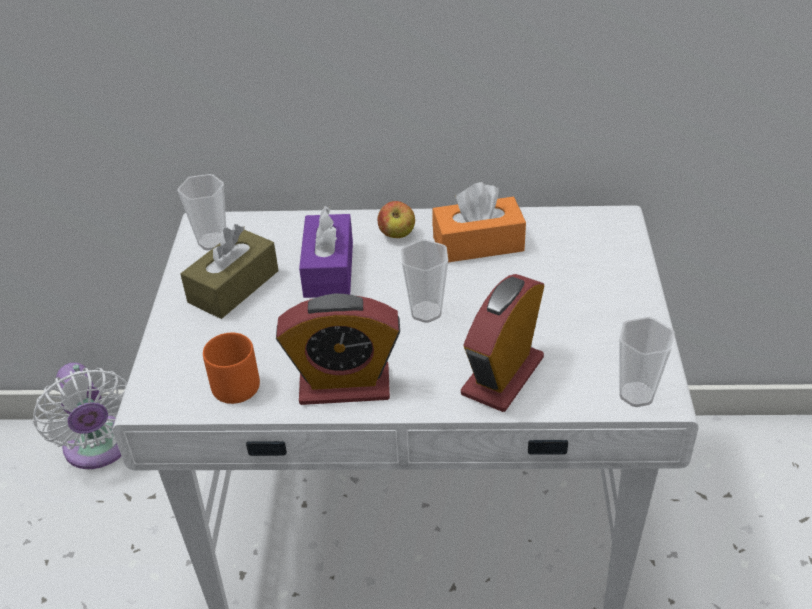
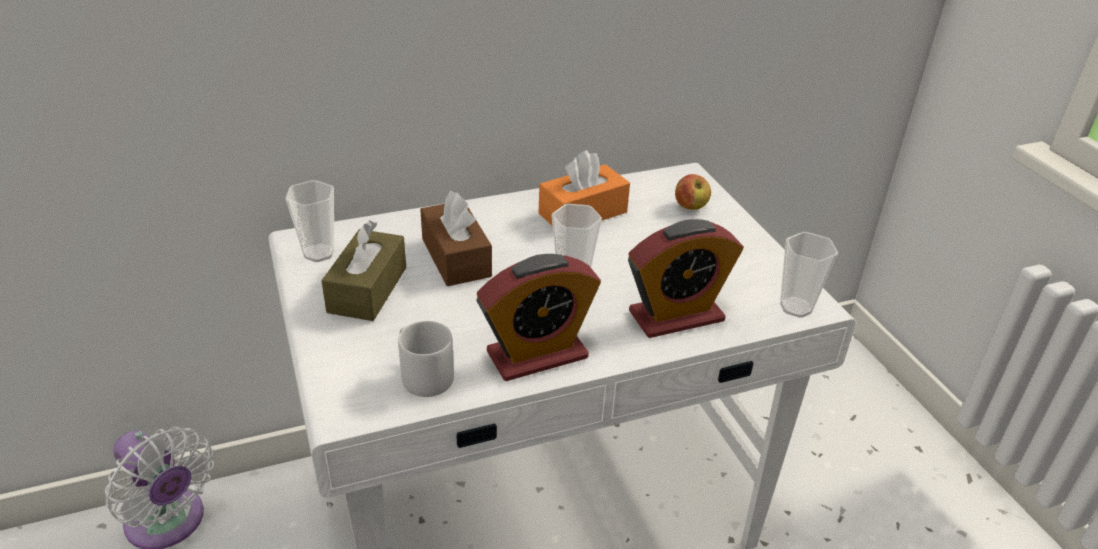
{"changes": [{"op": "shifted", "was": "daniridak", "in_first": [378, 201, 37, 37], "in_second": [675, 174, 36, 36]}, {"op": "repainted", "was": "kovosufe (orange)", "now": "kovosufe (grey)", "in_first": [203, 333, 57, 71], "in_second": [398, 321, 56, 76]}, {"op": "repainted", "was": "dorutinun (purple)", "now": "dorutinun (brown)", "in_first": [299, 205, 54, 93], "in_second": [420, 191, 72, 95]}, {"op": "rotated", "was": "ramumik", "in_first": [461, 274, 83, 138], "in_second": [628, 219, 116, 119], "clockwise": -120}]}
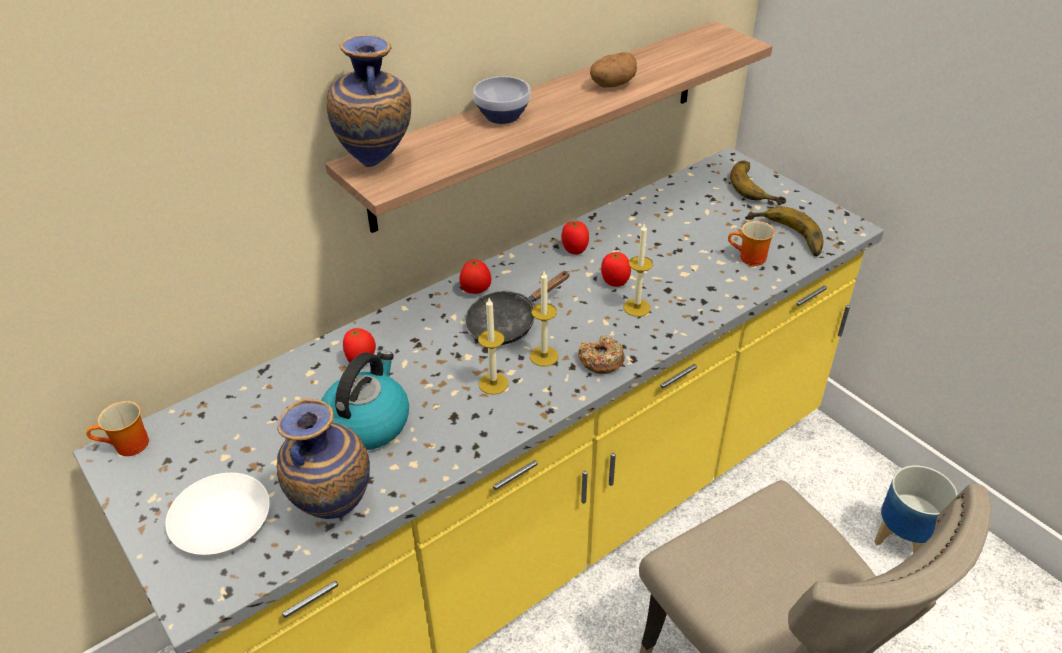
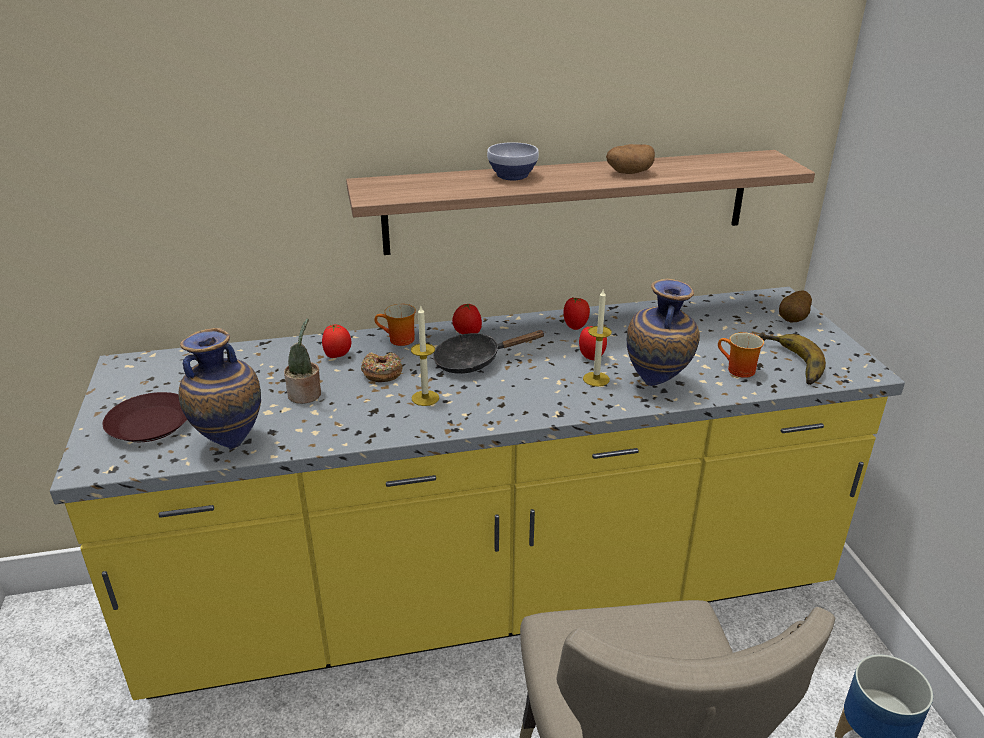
{"changes": [{"op": "gone", "was": "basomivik", "in_first": [530, 271, 29, 95]}, {"op": "shifted", "was": "kovosufe", "in_first": [86, 401, 63, 55], "in_second": [374, 304, 42, 42]}, {"op": "shifted", "was": "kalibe", "in_first": [327, 35, 84, 132], "in_second": [627, 279, 73, 107]}, {"op": "shifted", "was": "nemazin", "in_first": [578, 335, 47, 39], "in_second": [361, 352, 42, 30]}, {"op": "swapped", "was": "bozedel", "now": "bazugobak", "in_first": [321, 351, 88, 99], "in_second": [284, 318, 37, 86]}, {"op": "swapped", "was": "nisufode", "now": "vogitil", "in_first": [730, 160, 56, 45], "in_second": [779, 290, 33, 33]}, {"op": "repainted", "was": "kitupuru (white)", "now": "kitupuru (brown)", "in_first": [165, 473, 105, 82], "in_second": [103, 392, 84, 50]}]}
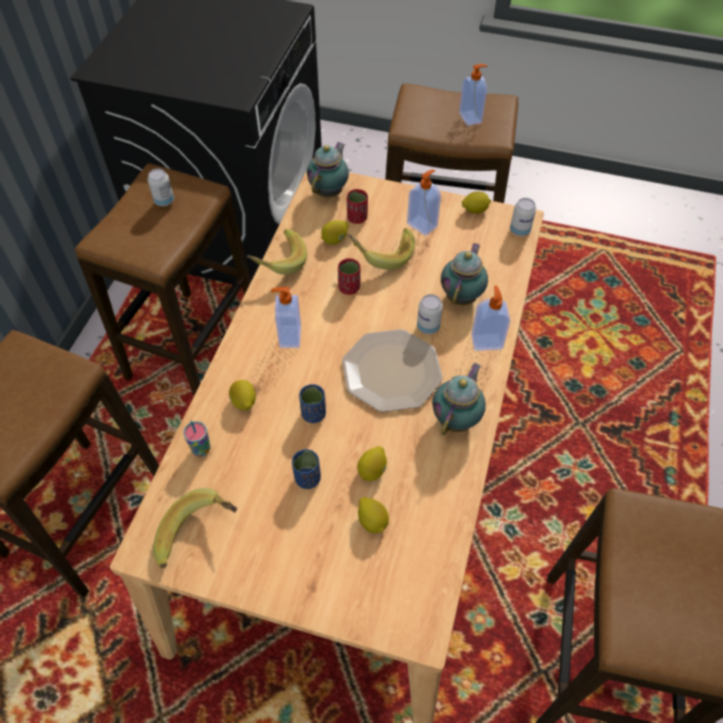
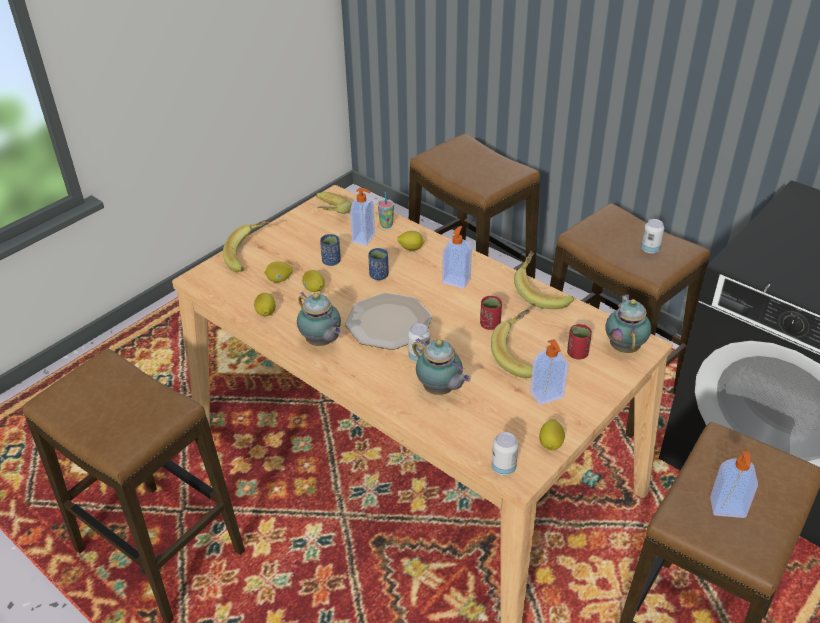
{"changes": [{"op": "new", "now": "nisufode", "in_second": [223, 220, 46, 52]}, {"op": "shifted", "was": "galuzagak", "in_first": [321, 220, 27, 25], "in_second": [254, 293, 22, 23]}, {"op": "shifted", "was": "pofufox", "in_first": [471, 286, 39, 65], "in_second": [350, 188, 25, 58]}, {"op": "rotated", "was": "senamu", "in_first": [307, 142, 42, 56], "in_second": [606, 294, 45, 59], "clockwise": -135}]}
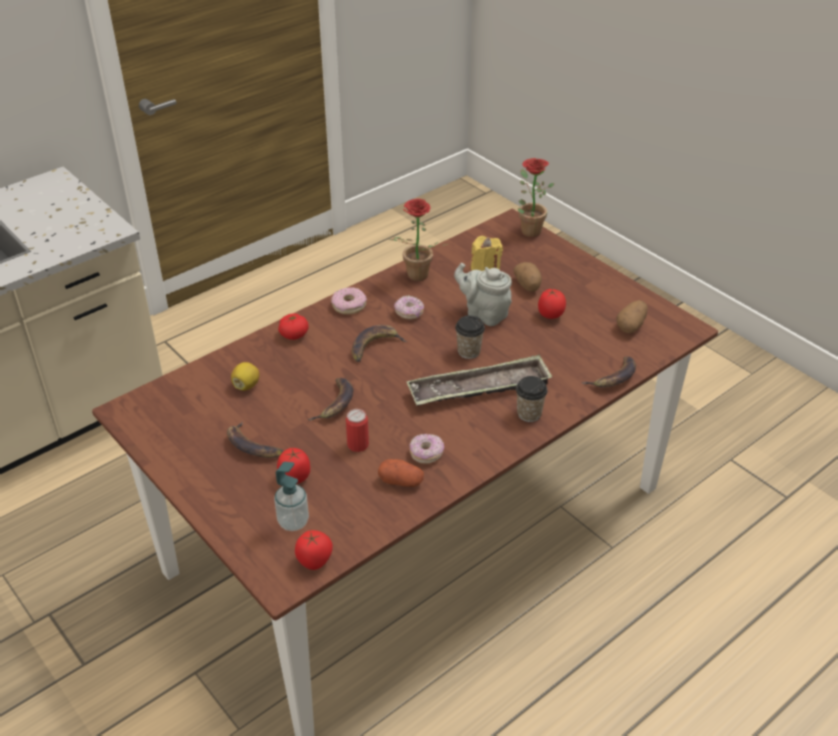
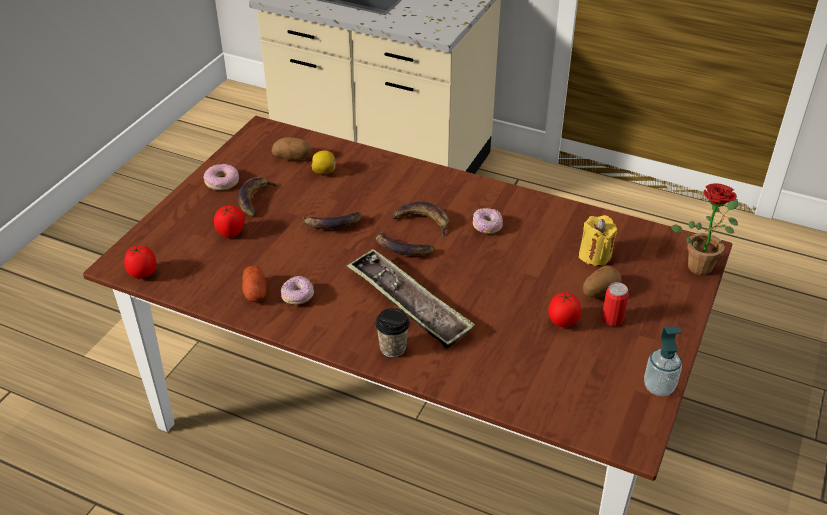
{"changes": [{"op": "gone", "was": "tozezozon", "in_first": [278, 313, 31, 27]}, {"op": "gone", "was": "bazugobak", "in_first": [389, 199, 58, 82]}, {"op": "gone", "was": "senamu (grey)", "in_first": [454, 263, 58, 63]}, {"op": "gone", "was": "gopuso", "in_first": [455, 315, 30, 44]}, {"op": "shifted", "was": "pofufox", "in_first": [274, 462, 35, 69], "in_second": [644, 326, 38, 70]}, {"op": "shifted", "was": "nemazin", "in_first": [331, 287, 36, 27], "in_second": [204, 164, 35, 26]}, {"op": "shifted", "was": "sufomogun", "in_first": [346, 409, 23, 43], "in_second": [602, 282, 27, 44]}, {"op": "shifted", "was": "nisufode", "in_first": [582, 357, 54, 31], "in_second": [376, 231, 58, 25]}, {"op": "shifted", "was": "vogitil", "in_first": [616, 300, 32, 33], "in_second": [272, 137, 39, 24]}]}
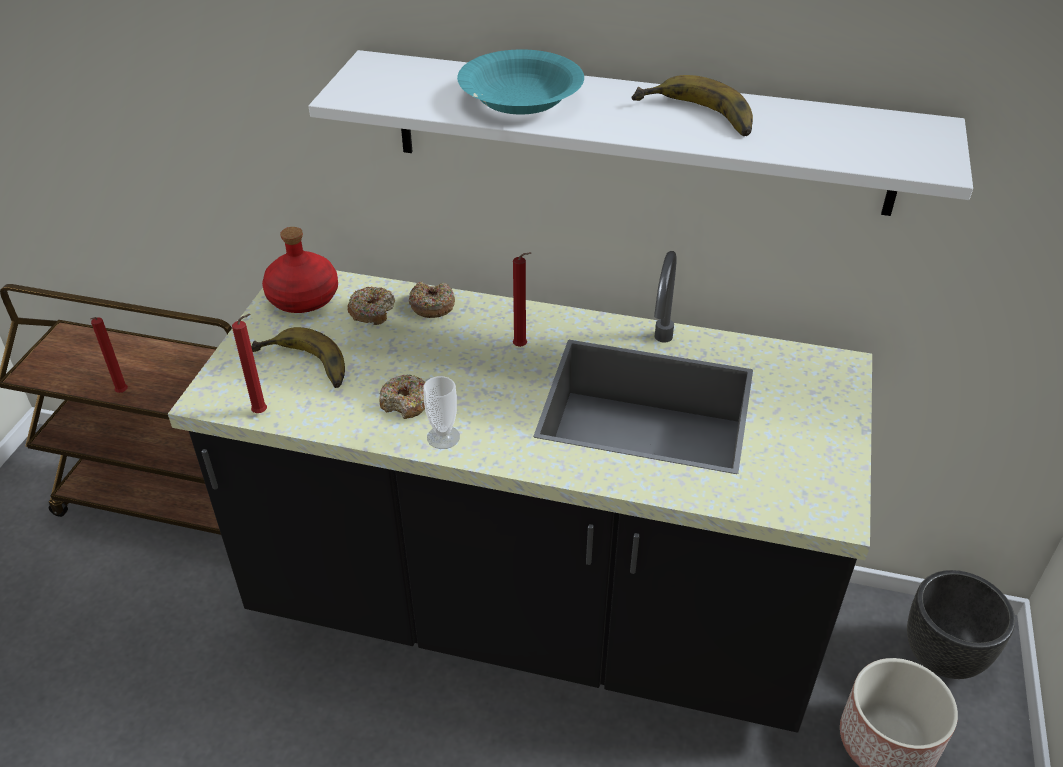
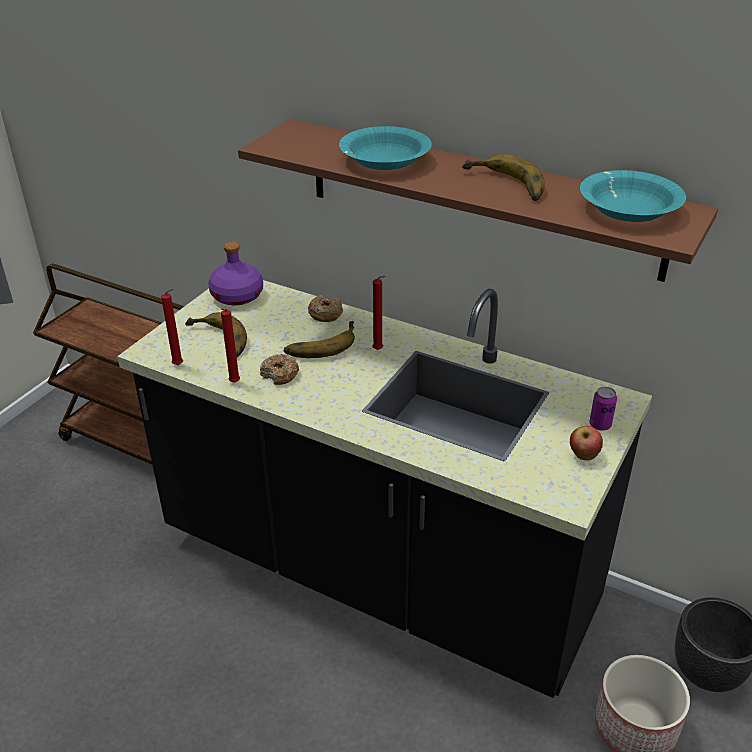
{"changes": [{"op": "gone", "was": "nemazin", "in_first": [347, 287, 48, 38]}, {"op": "gone", "was": "gopuso", "in_first": [423, 376, 37, 73]}, {"op": "new", "now": "nisufode", "in_second": [284, 321, 71, 37]}, {"op": "new", "now": "daniridak", "in_second": [570, 426, 33, 34]}, {"op": "new", "now": "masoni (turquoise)", "in_second": [580, 170, 106, 52]}, {"op": "new", "now": "sufomogun", "in_second": [589, 387, 28, 43]}, {"op": "shifted", "was": "basomivik (red)", "in_first": [90, 317, 38, 76], "in_second": [221, 309, 19, 74]}, {"op": "repainted", "was": "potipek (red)", "now": "potipek (purple)", "in_first": [262, 227, 76, 86], "in_second": [208, 242, 55, 63]}, {"op": "repainted", "was": "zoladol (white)", "now": "zoladol (brown)", "in_first": [309, 50, 664, 166], "in_second": [238, 119, 480, 163]}]}
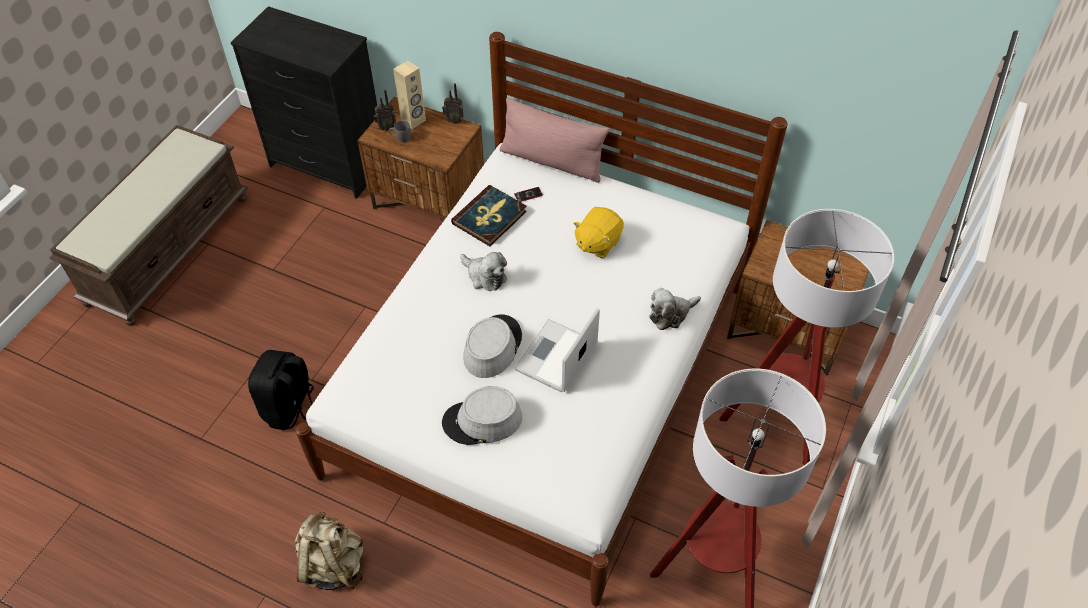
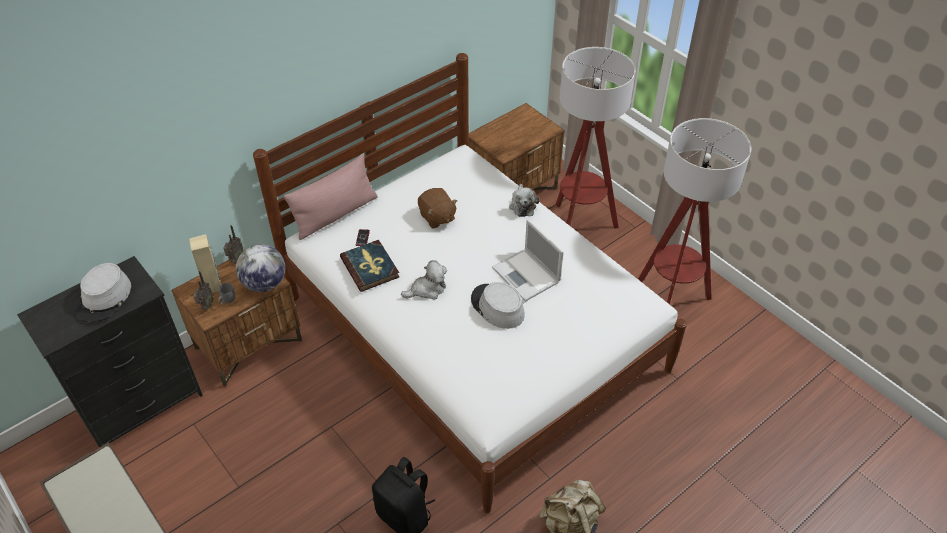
{"changes": [{"op": "new", "now": "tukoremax", "in_second": [236, 244, 49, 48]}, {"op": "shifted", "was": "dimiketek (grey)", "in_first": [442, 386, 80, 59], "in_second": [76, 263, 55, 59]}, {"op": "repainted", "was": "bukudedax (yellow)", "now": "bukudedax (brown)", "in_first": [574, 207, 50, 51], "in_second": [418, 188, 39, 40]}]}
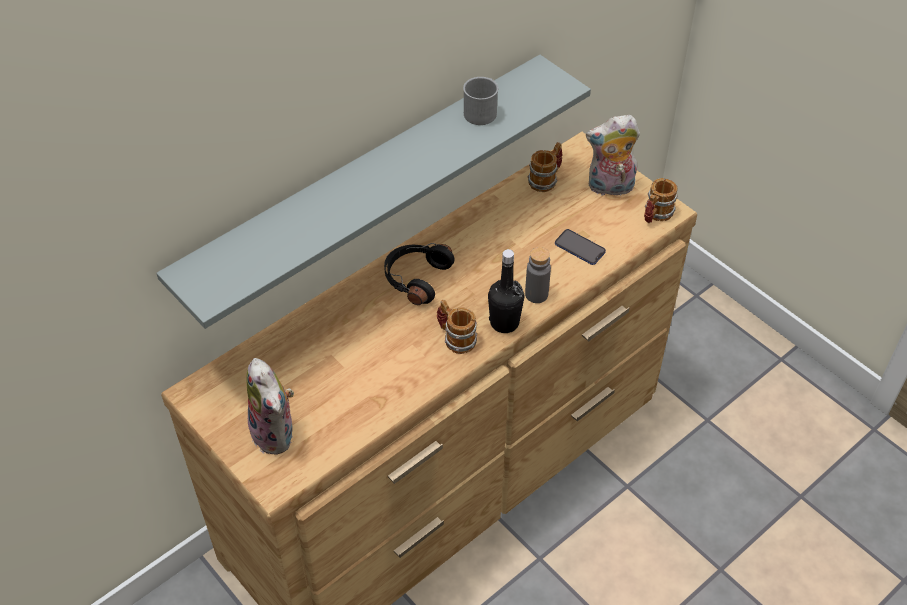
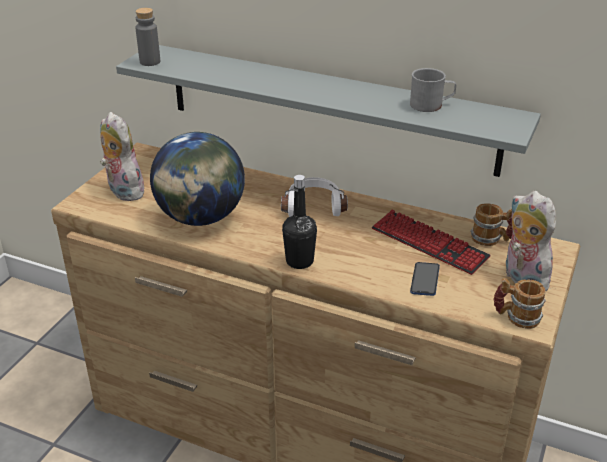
{"changes": [{"op": "gone", "was": "kovosufe", "in_first": [437, 300, 40, 54]}, {"op": "new", "now": "tukoremax", "in_second": [150, 132, 95, 94]}, {"op": "new", "now": "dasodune", "in_second": [372, 210, 119, 65]}, {"op": "shifted", "was": "potipek (grey)", "in_first": [525, 247, 26, 56], "in_second": [135, 8, 25, 58]}, {"op": "repainted", "was": "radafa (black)", "now": "radafa (white)", "in_first": [384, 243, 70, 62], "in_second": [281, 177, 67, 40]}, {"op": "rotated", "was": "bukudedax", "in_first": [246, 358, 48, 97], "in_second": [100, 112, 44, 89], "clockwise": 105}]}
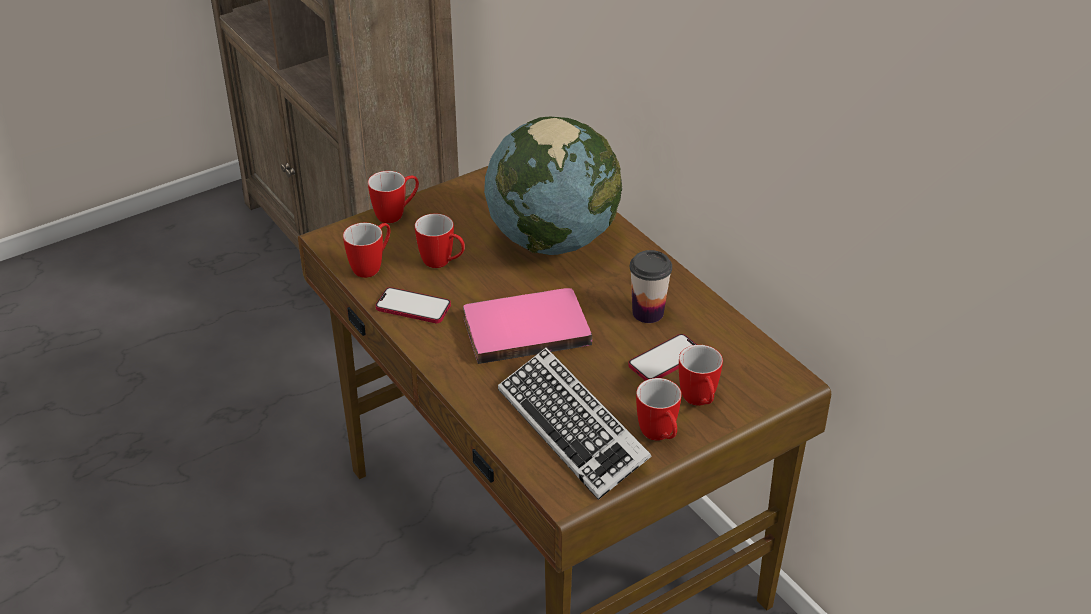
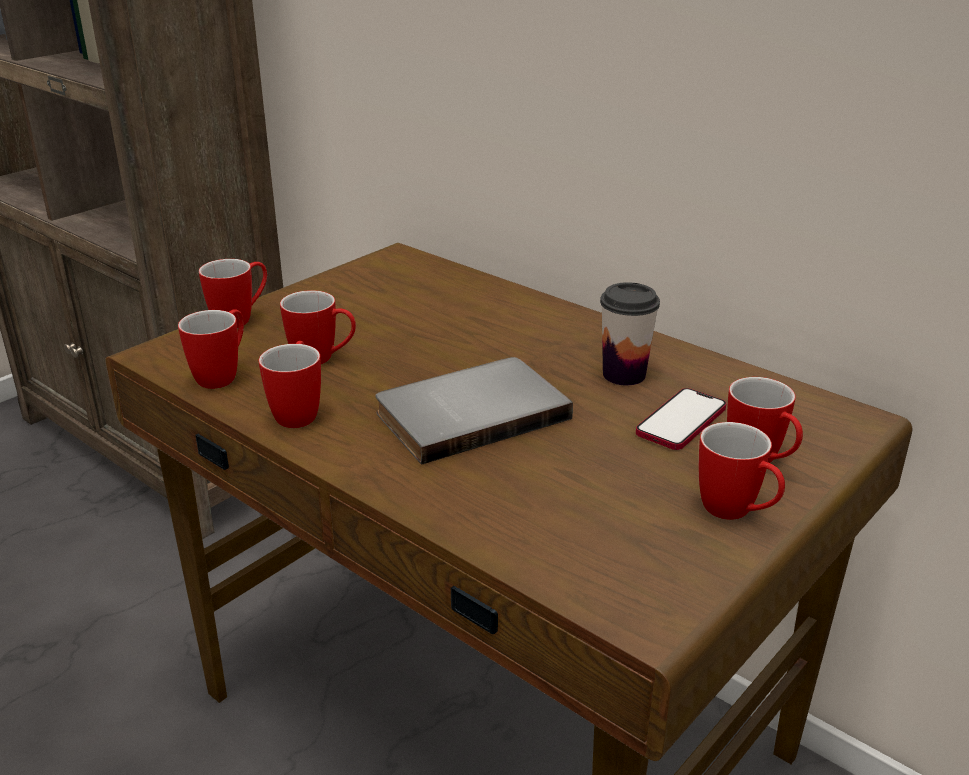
{"changes": [{"op": "gone", "was": "tukoremax", "in_first": [484, 117, 138, 138]}, {"op": "gone", "was": "dasodune", "in_first": [498, 347, 154, 153]}, {"op": "swapped", "was": "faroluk", "now": "kovosufe", "in_first": [376, 287, 75, 36], "in_second": [259, 341, 62, 87]}, {"op": "repainted", "was": "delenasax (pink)", "now": "delenasax (grey)", "in_first": [463, 288, 129, 76], "in_second": [375, 357, 198, 108]}]}
